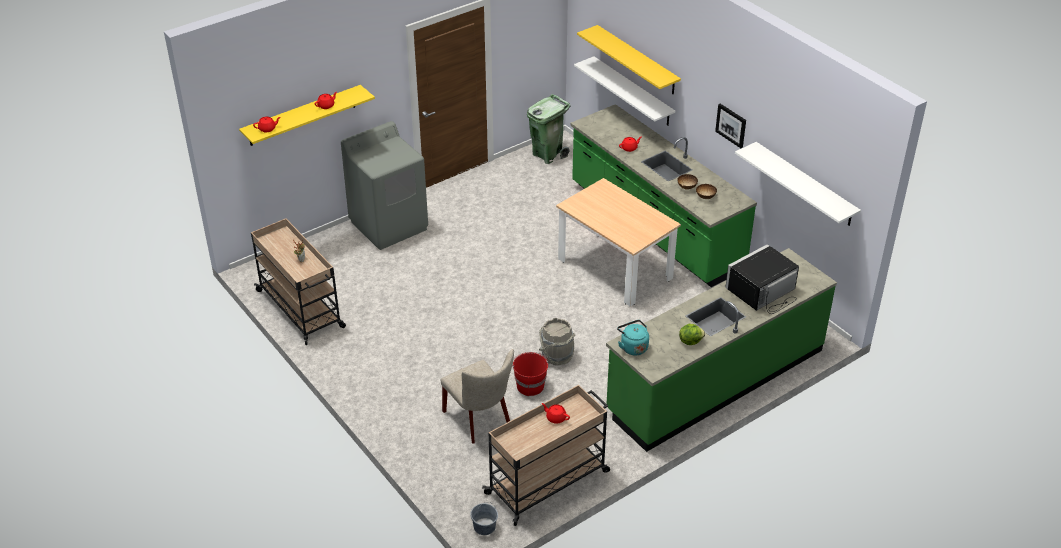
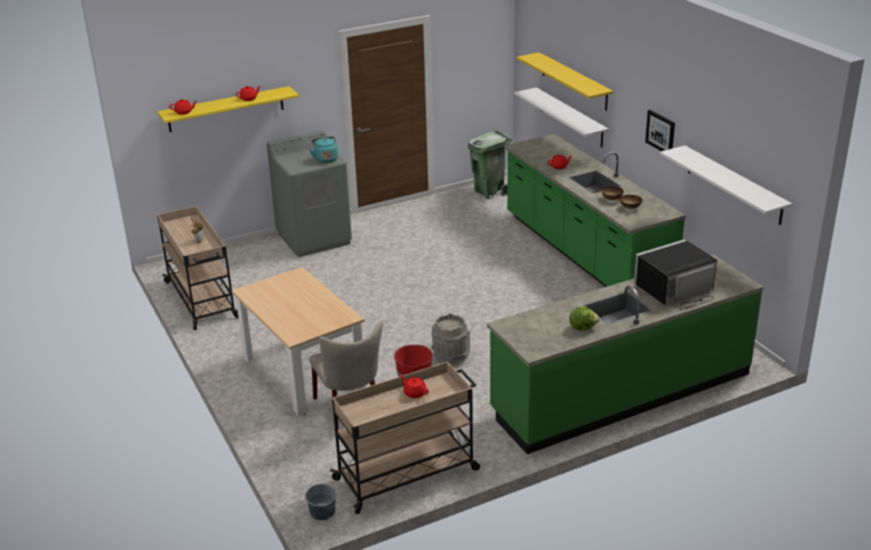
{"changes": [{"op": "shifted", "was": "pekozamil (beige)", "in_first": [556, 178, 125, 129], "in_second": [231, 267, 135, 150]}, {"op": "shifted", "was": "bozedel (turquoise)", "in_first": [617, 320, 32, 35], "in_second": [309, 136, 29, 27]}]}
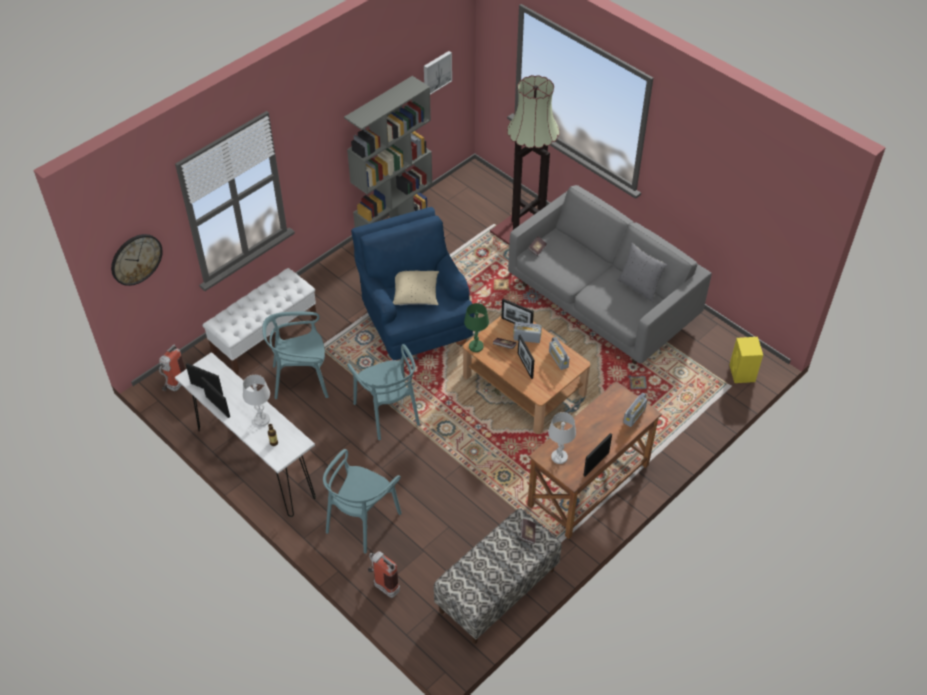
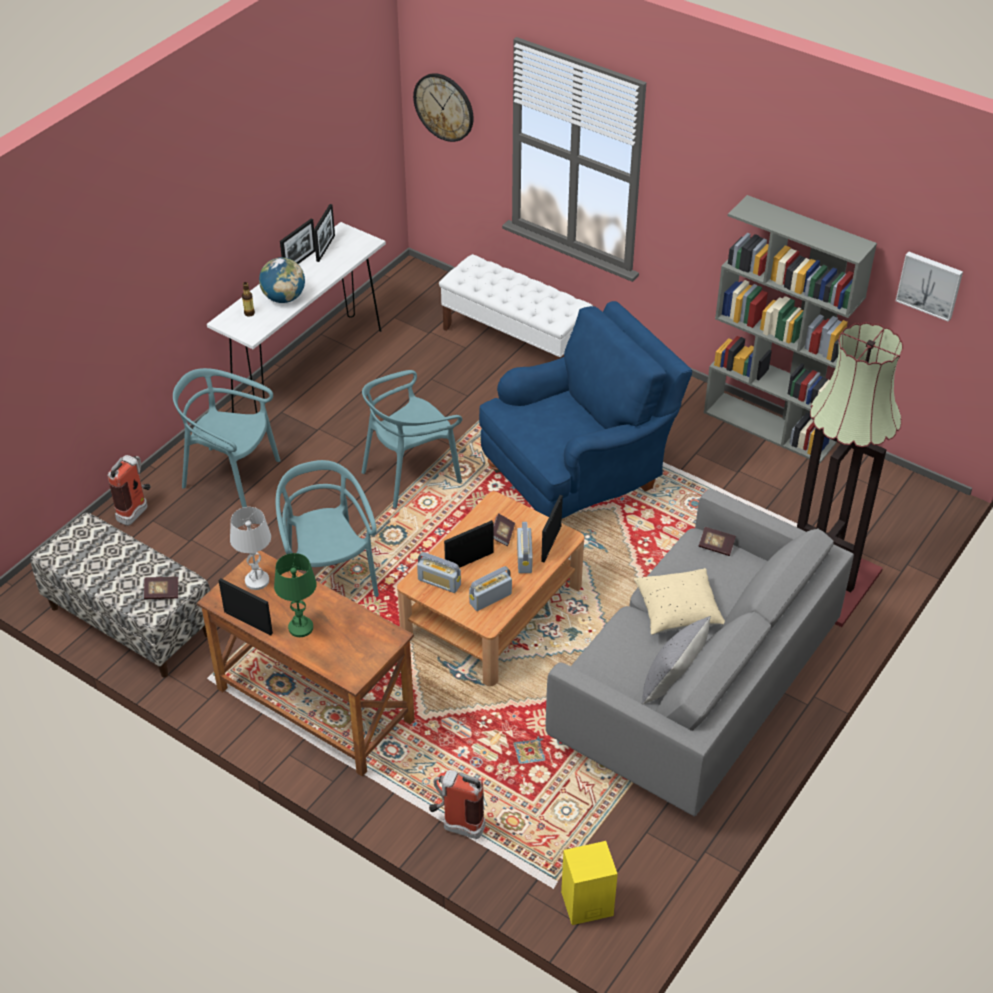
{"changes": [{"op": "shifted", "was": "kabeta", "in_first": [159, 345, 26, 46], "in_second": [429, 770, 56, 69]}, {"op": "shifted", "was": "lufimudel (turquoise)", "in_first": [262, 312, 67, 87], "in_second": [276, 460, 103, 137]}, {"op": "shifted", "was": "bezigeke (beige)", "in_first": [393, 271, 46, 34], "in_second": [633, 568, 92, 67]}, {"op": "shifted", "was": "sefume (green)", "in_first": [464, 303, 25, 49], "in_second": [274, 553, 43, 84]}, {"op": "shifted", "was": "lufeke", "in_first": [623, 393, 24, 34], "in_second": [417, 552, 44, 41]}, {"op": "swapped", "was": "sefume (white)", "now": "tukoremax", "in_first": [243, 375, 27, 51], "in_second": [259, 257, 46, 46]}]}
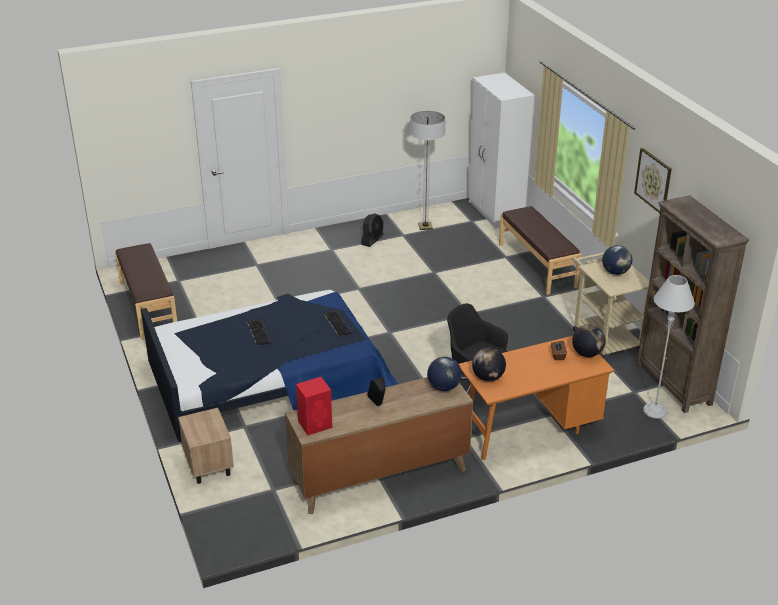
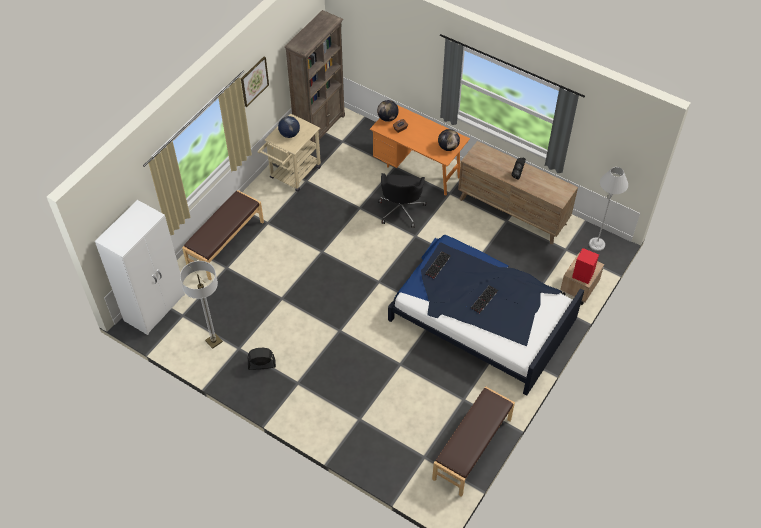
{"changes": [{"op": "gone", "was": "tukoremax", "in_first": [427, 357, 35, 34]}, {"op": "shifted", "was": "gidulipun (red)", "in_first": [296, 377, 36, 58], "in_second": [572, 248, 27, 36]}, {"op": "shifted", "was": "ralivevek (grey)", "in_first": [643, 275, 52, 143], "in_second": [589, 167, 39, 84]}]}
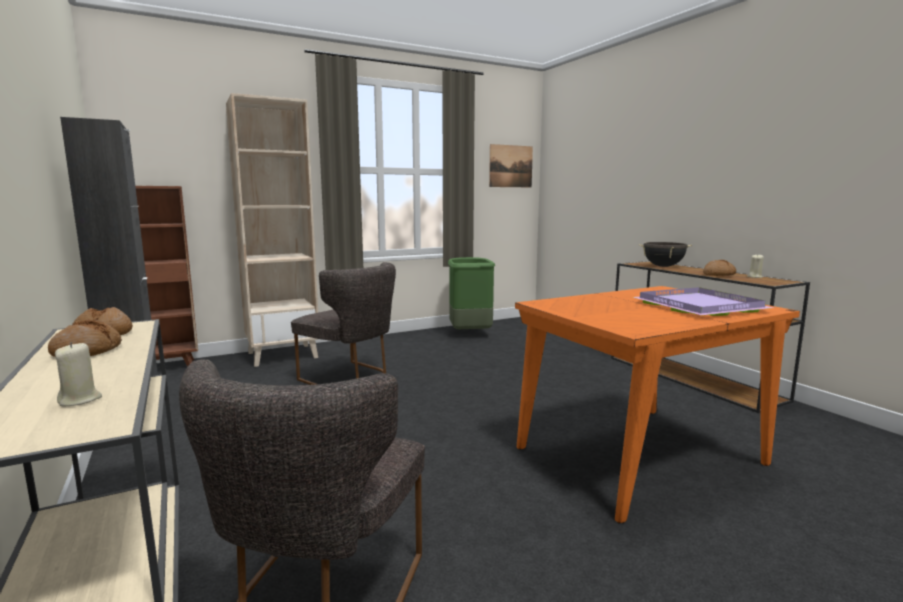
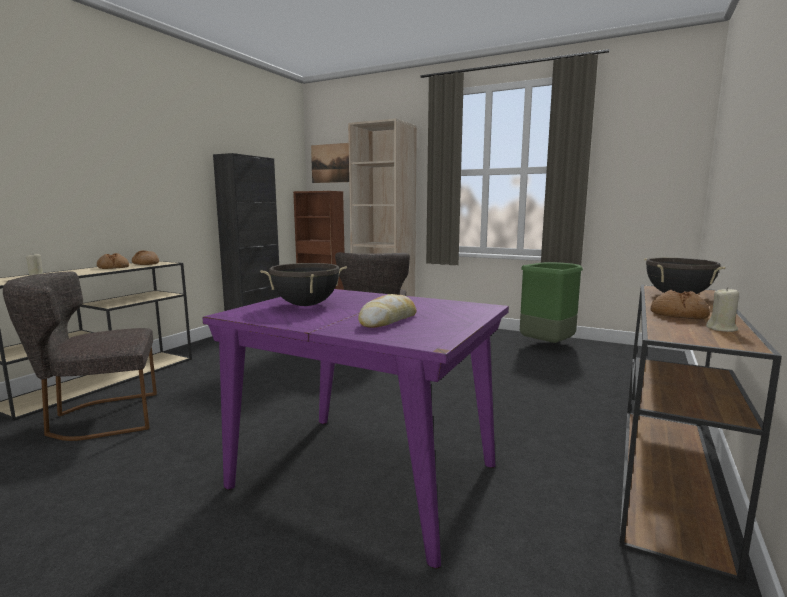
{"changes": [{"op": "new", "now": "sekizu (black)", "in_second": [260, 263, 87, 43]}, {"op": "shifted", "was": "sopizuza", "in_first": [489, 144, 44, 43], "in_second": [311, 143, 38, 40]}, {"op": "swapped", "was": "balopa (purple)", "now": "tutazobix", "in_first": [633, 287, 140, 29], "in_second": [358, 294, 59, 34]}, {"op": "repainted", "was": "pekozamil (orange)", "now": "pekozamil (purple)", "in_first": [515, 286, 285, 237], "in_second": [202, 289, 307, 279]}]}
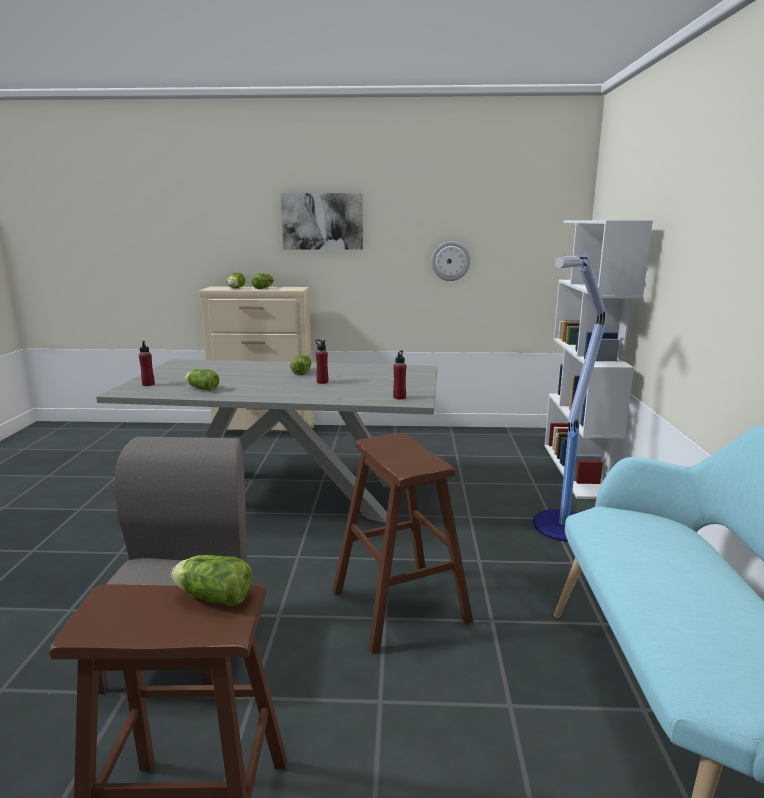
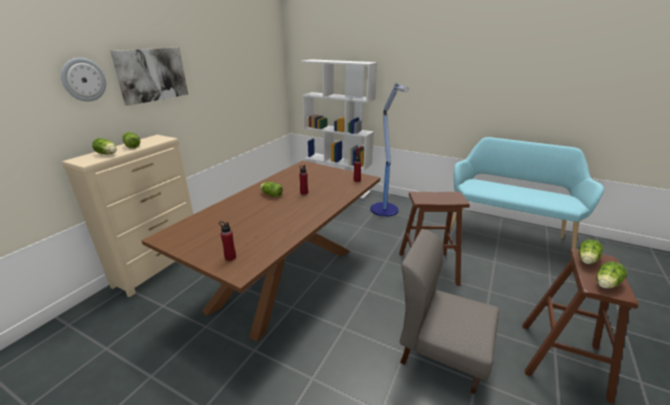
{"changes": [{"op": "shifted", "was": "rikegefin", "in_first": [185, 369, 34, 22], "in_second": [596, 262, 31, 27]}, {"op": "shifted", "was": "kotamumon", "in_first": [431, 241, 40, 40], "in_second": [61, 58, 45, 44]}, {"op": "repainted", "was": "pekozamil (grey)", "now": "pekozamil (brown)", "in_first": [96, 359, 342, 164], "in_second": [141, 161, 239, 181]}]}
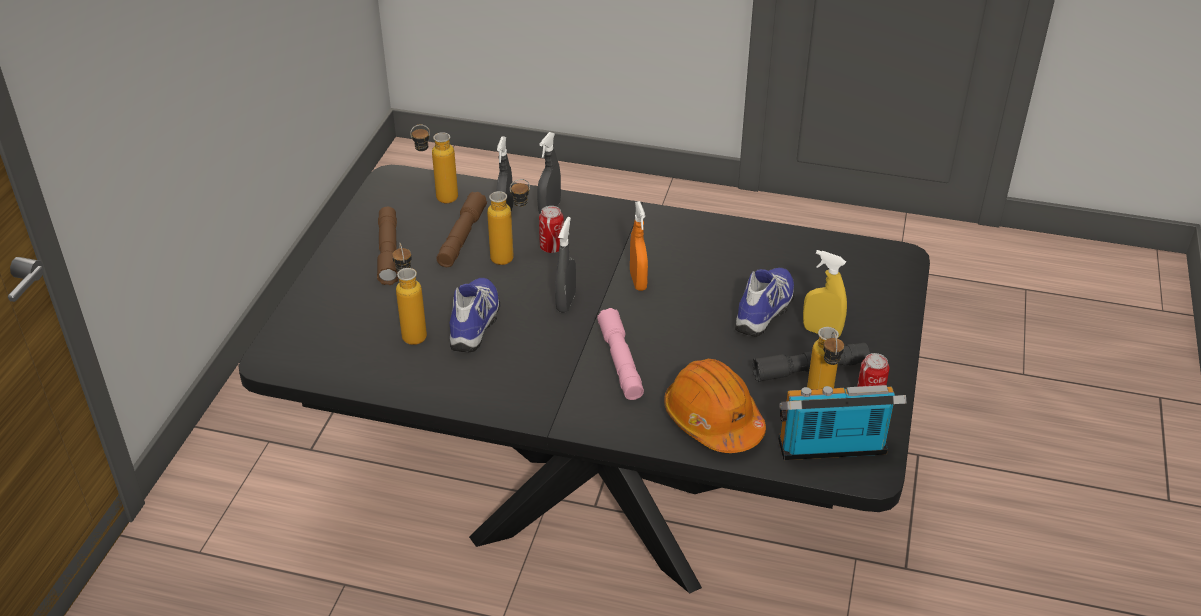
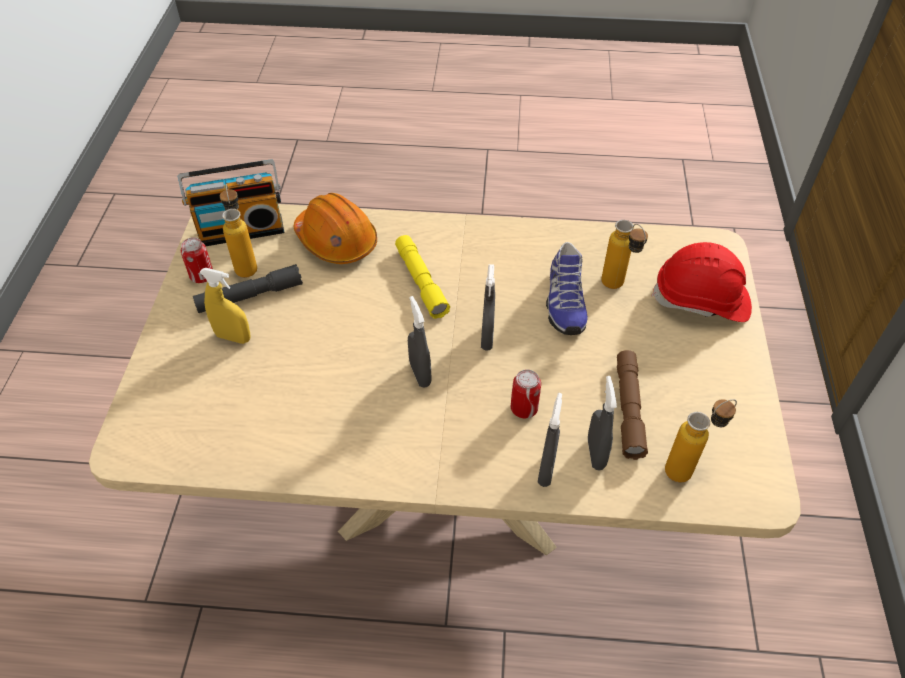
{"changes": [{"op": "gone", "was": "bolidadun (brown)", "in_first": [377, 207, 22, 78]}, {"op": "gone", "was": "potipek", "in_first": [487, 179, 43, 86]}, {"op": "gone", "was": "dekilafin", "in_first": [735, 267, 60, 70]}, {"op": "new", "now": "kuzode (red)", "in_second": [652, 242, 100, 80]}, {"op": "repainted", "was": "pekozamil (black)", "now": "pekozamil (beige)", "in_first": [238, 165, 692, 428], "in_second": [89, 204, 712, 351]}, {"op": "repainted", "was": "bolidadun (pink)", "now": "bolidadun (yellow)", "in_first": [597, 308, 47, 92], "in_second": [395, 235, 55, 84]}, {"op": "repainted", "was": "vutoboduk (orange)", "now": "vutoboduk (grey)", "in_first": [630, 201, 18, 90], "in_second": [408, 296, 23, 92]}]}
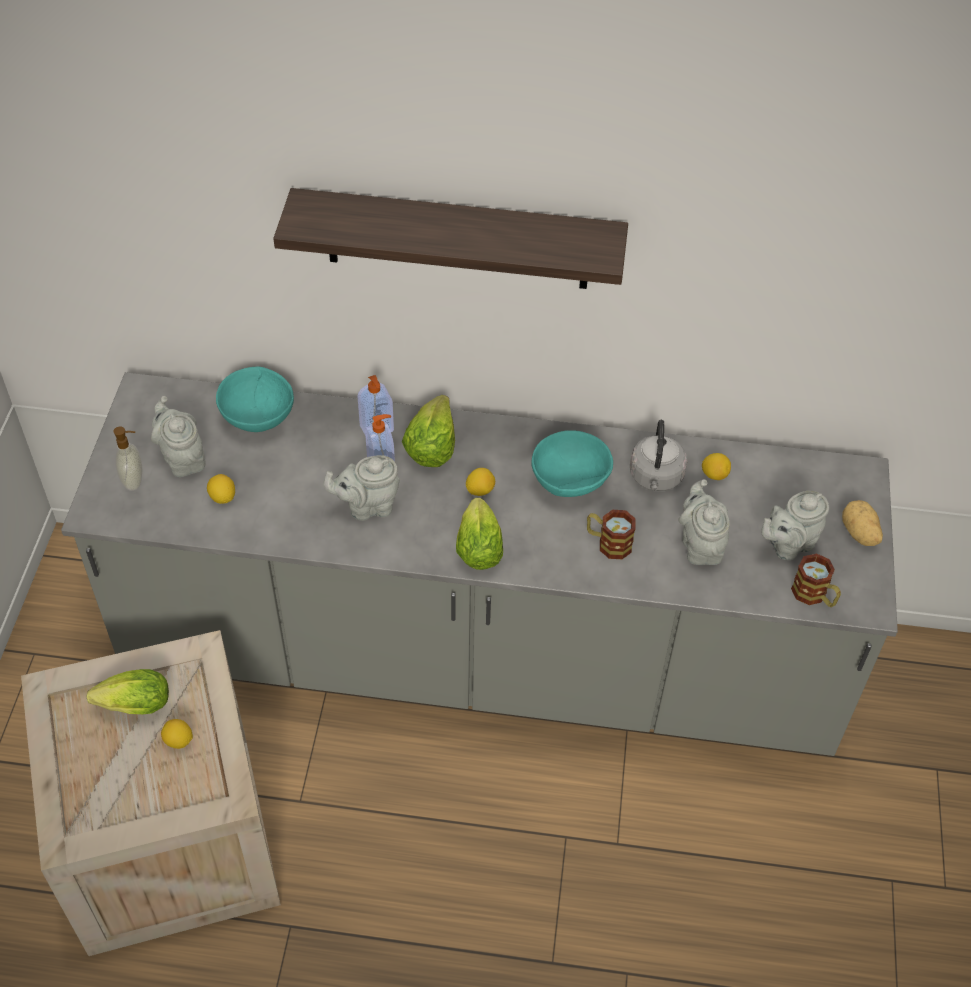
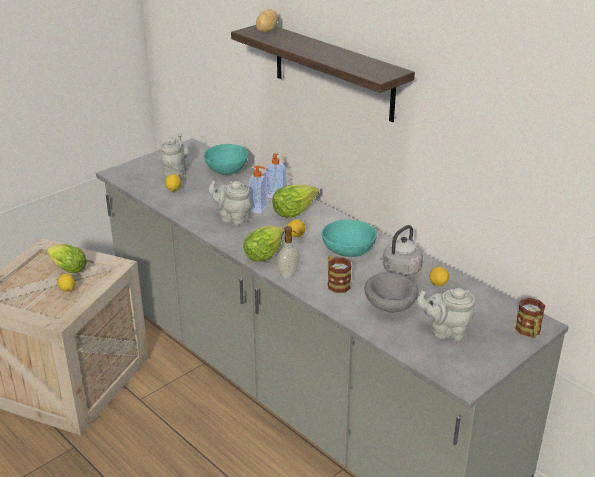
{"changes": [{"op": "shifted", "was": "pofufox", "in_first": [114, 426, 29, 65], "in_second": [277, 226, 22, 52]}, {"op": "shifted", "was": "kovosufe", "in_first": [791, 553, 50, 54], "in_second": [515, 298, 30, 40]}, {"op": "shifted", "was": "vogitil", "in_first": [842, 500, 41, 46], "in_second": [256, 9, 22, 23]}, {"op": "swapped", "was": "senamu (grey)", "now": "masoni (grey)", "in_first": [678, 479, 52, 86], "in_second": [364, 272, 55, 41]}]}
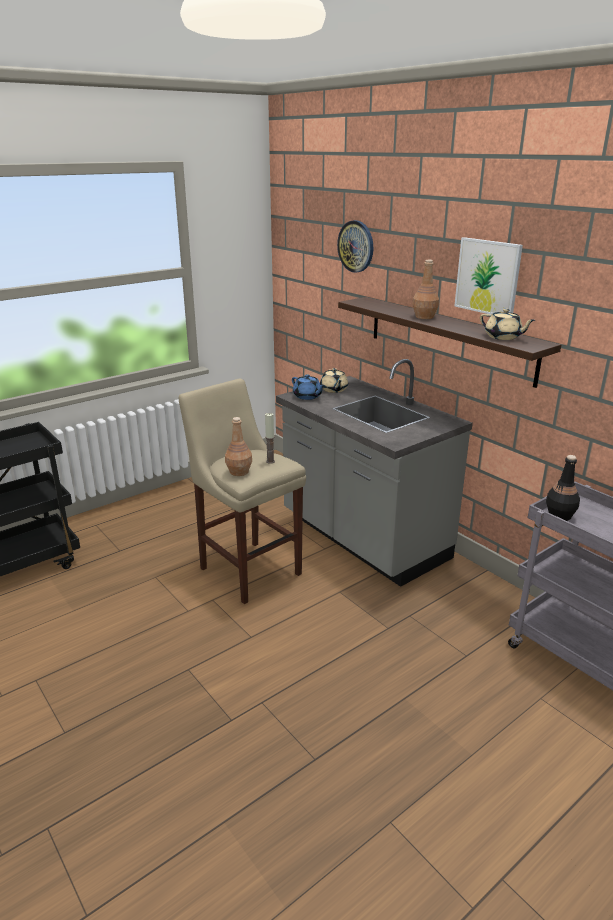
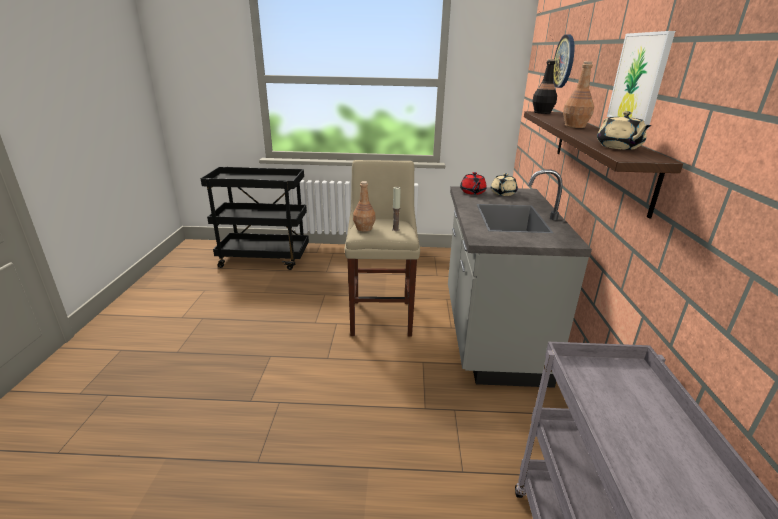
{"changes": [{"op": "shifted", "was": "potipek (black)", "in_first": [546, 455, 34, 66], "in_second": [532, 59, 25, 55]}, {"op": "repainted", "was": "senamu (blue)", "now": "senamu (red)", "in_first": [292, 374, 33, 26], "in_second": [460, 172, 27, 23]}]}
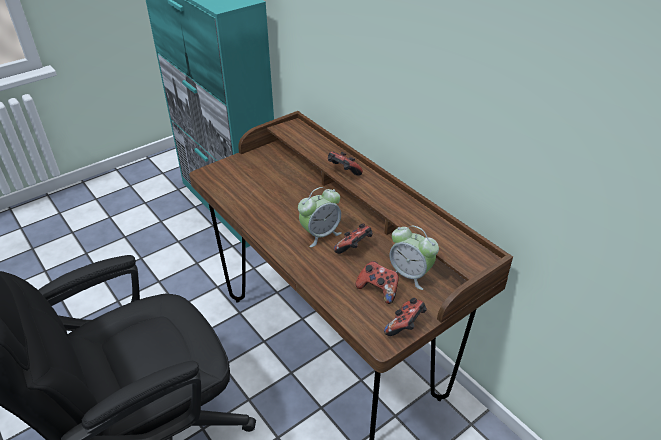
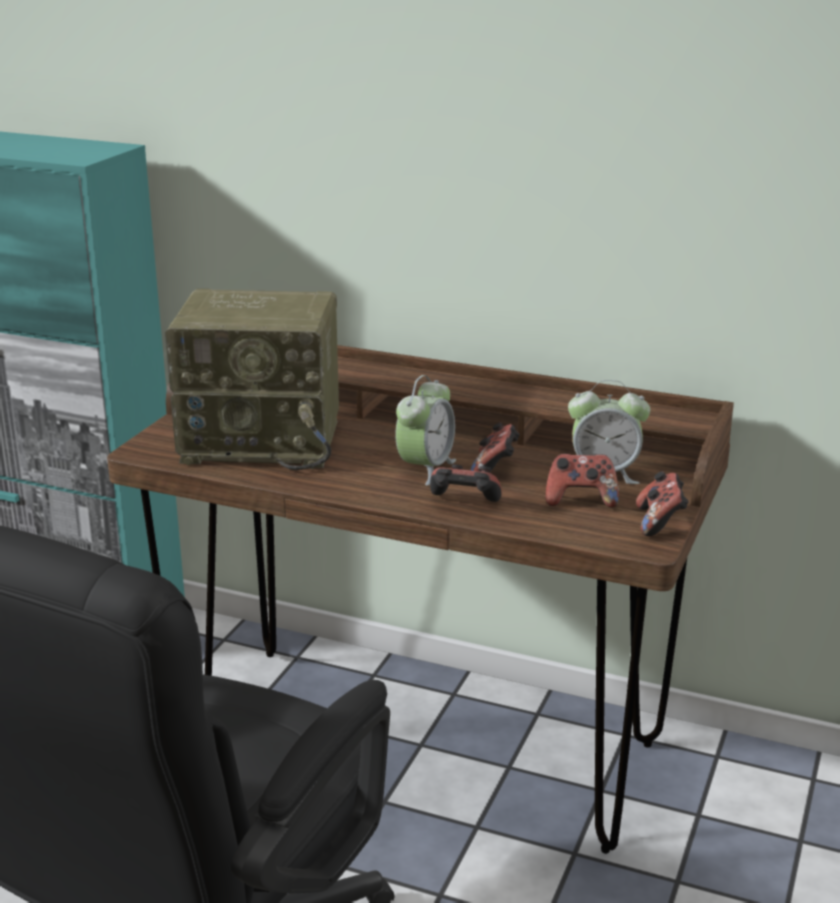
{"changes": [{"op": "new", "now": "lufeke", "in_second": [165, 289, 174, 181]}, {"op": "shifted", "was": "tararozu", "in_first": [328, 151, 35, 25], "in_second": [430, 465, 72, 37]}]}
